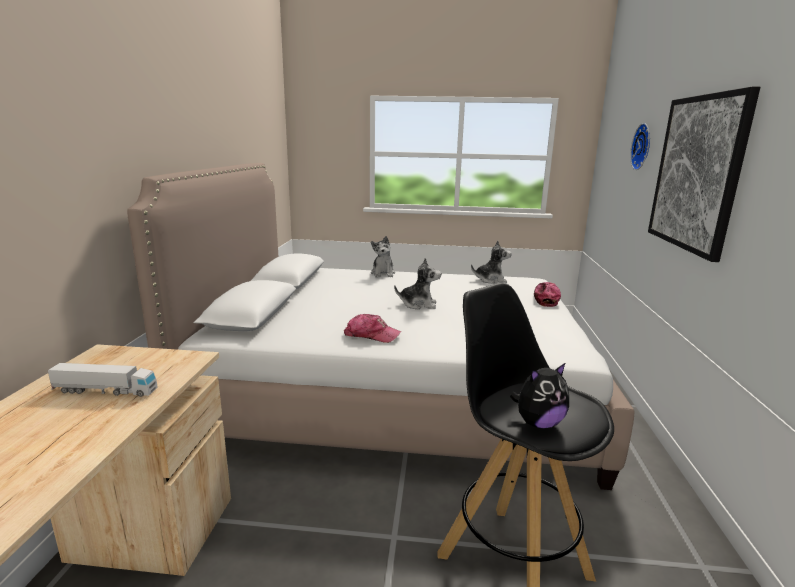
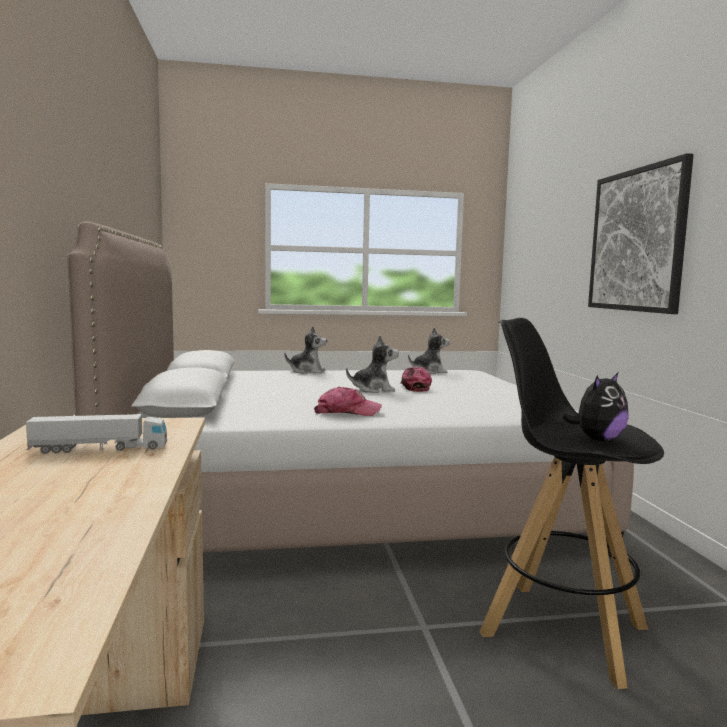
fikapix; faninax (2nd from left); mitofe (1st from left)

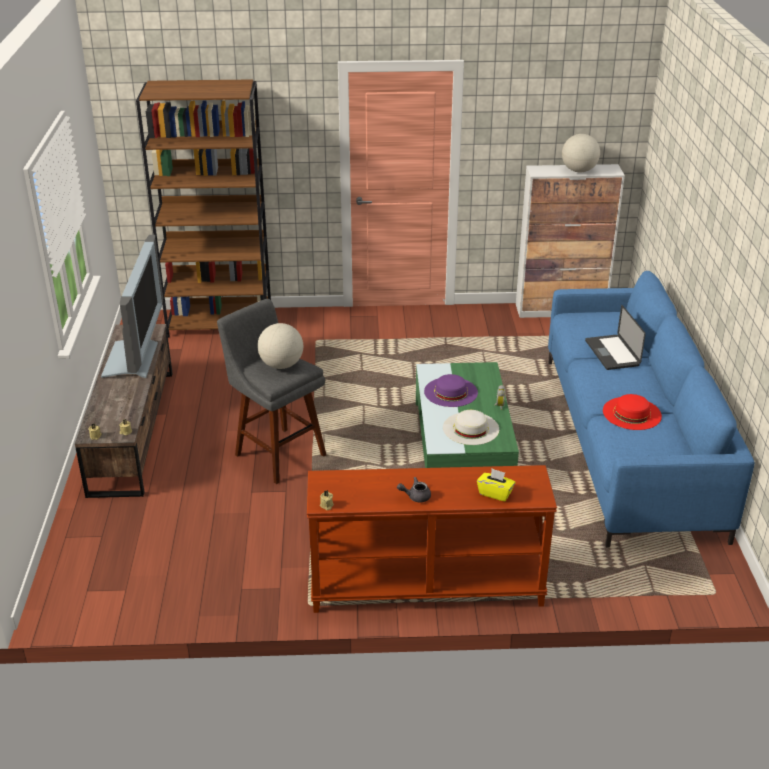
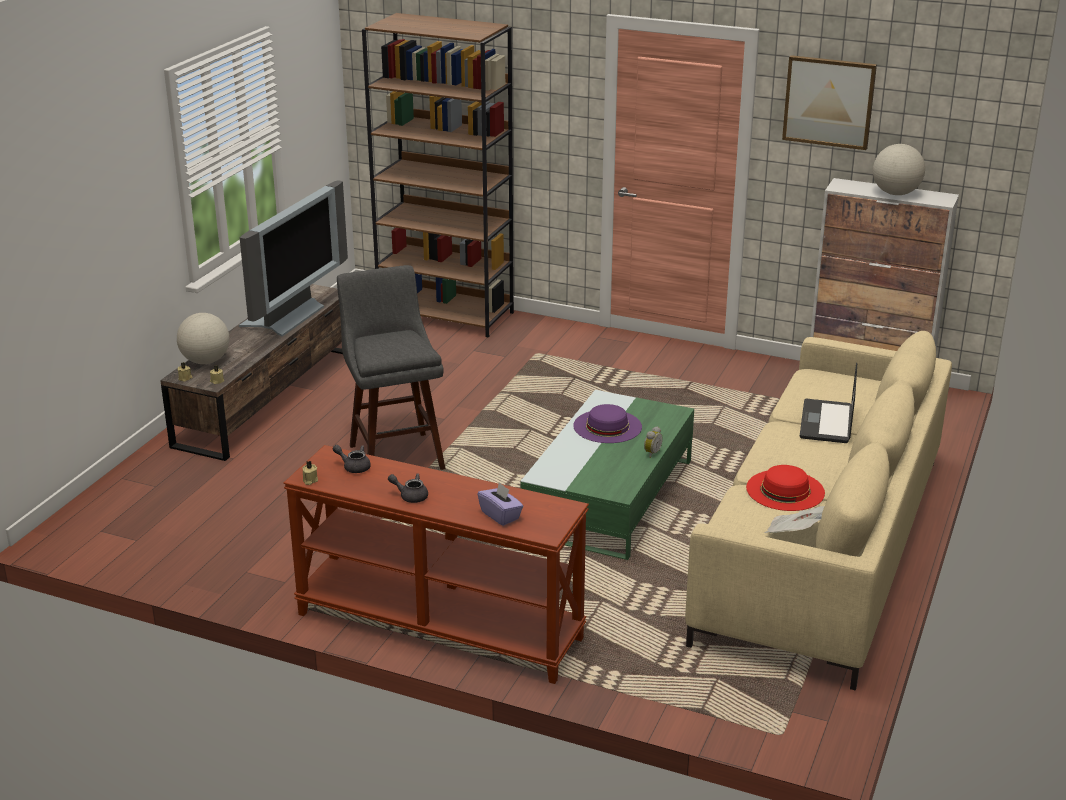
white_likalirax; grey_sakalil (1st from left); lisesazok; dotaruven; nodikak (1st from left); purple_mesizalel; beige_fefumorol

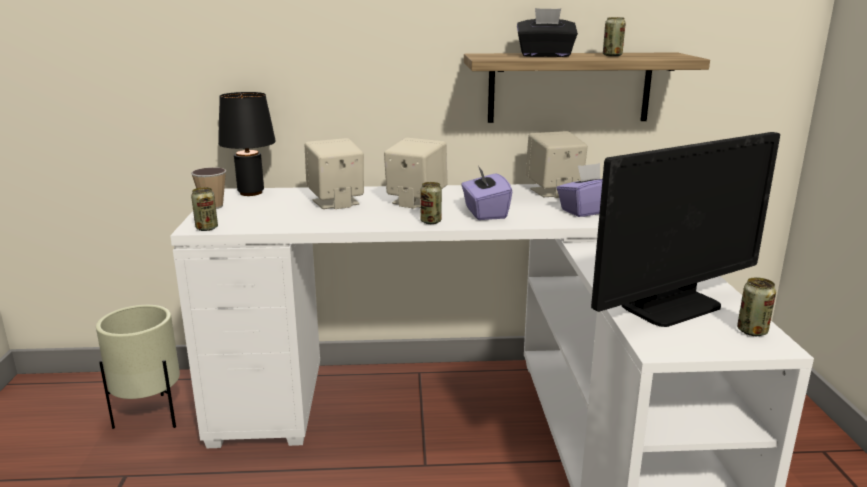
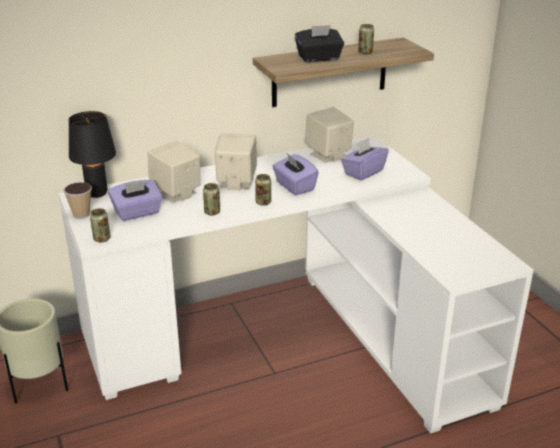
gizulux; purple_mesizalel (1st from left); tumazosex (2nd from left)

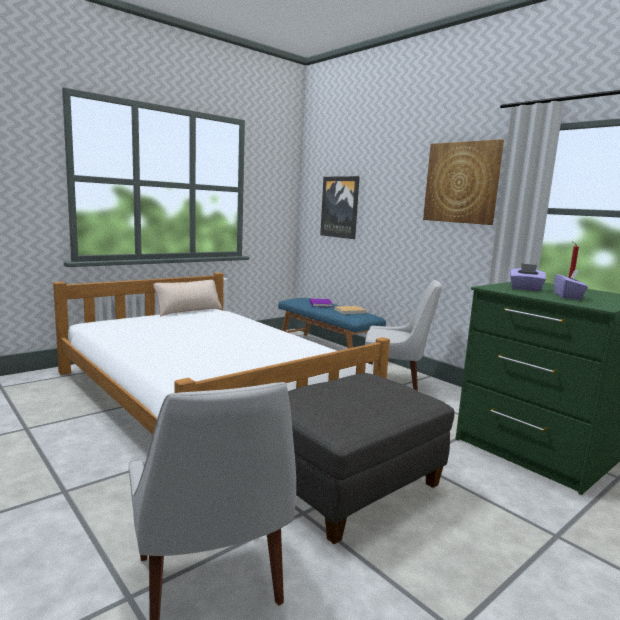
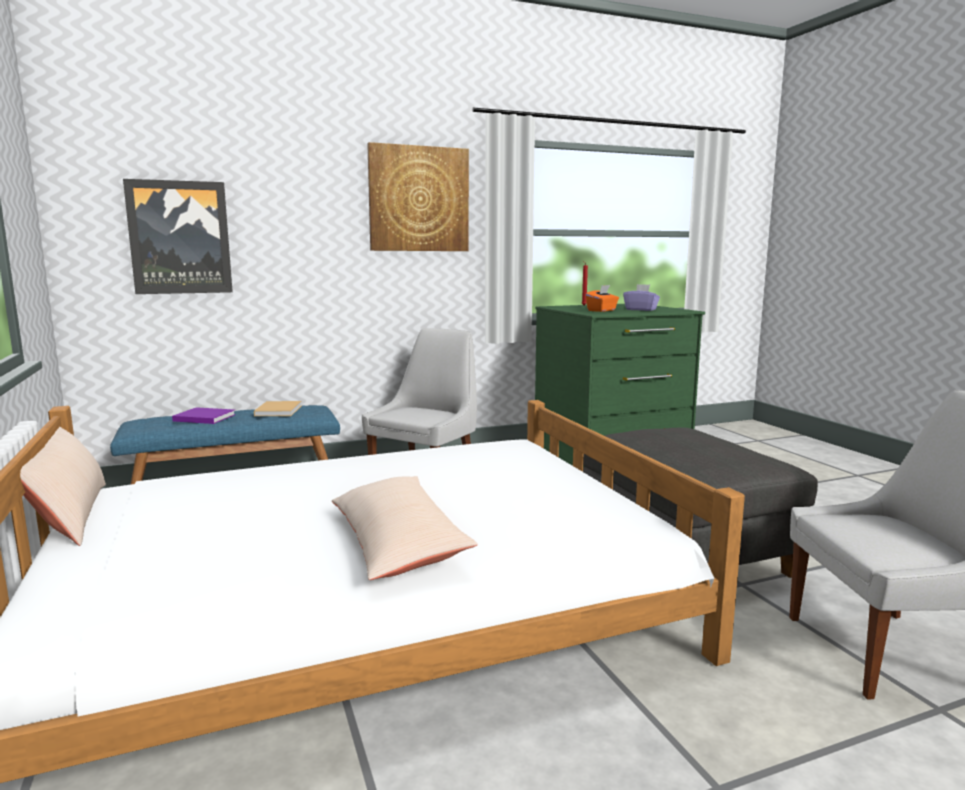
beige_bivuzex (2nd from left); orange_mesizalel

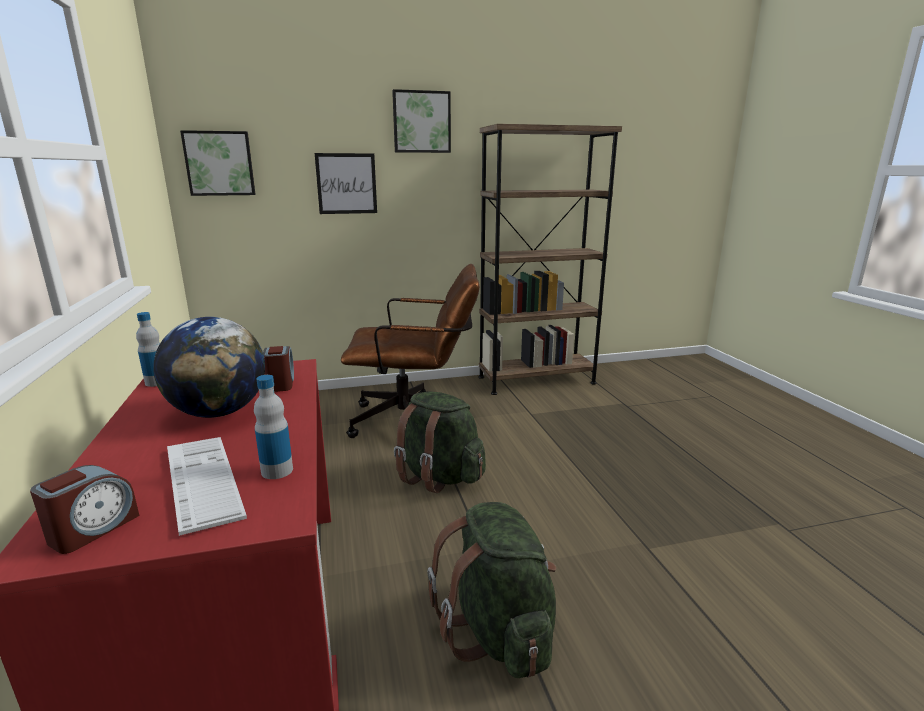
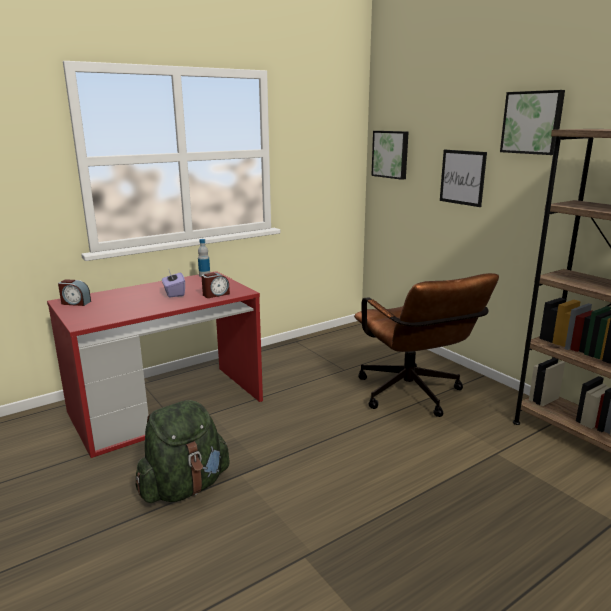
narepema; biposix (2nd from left in the first image); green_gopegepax (1st from left in the first image); purple_mesizalel

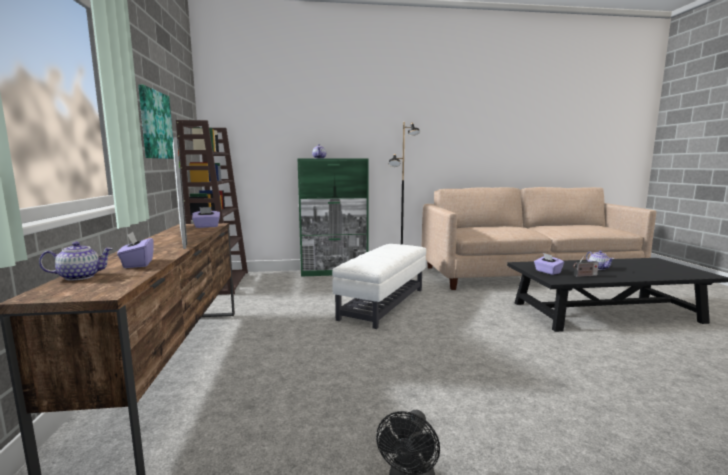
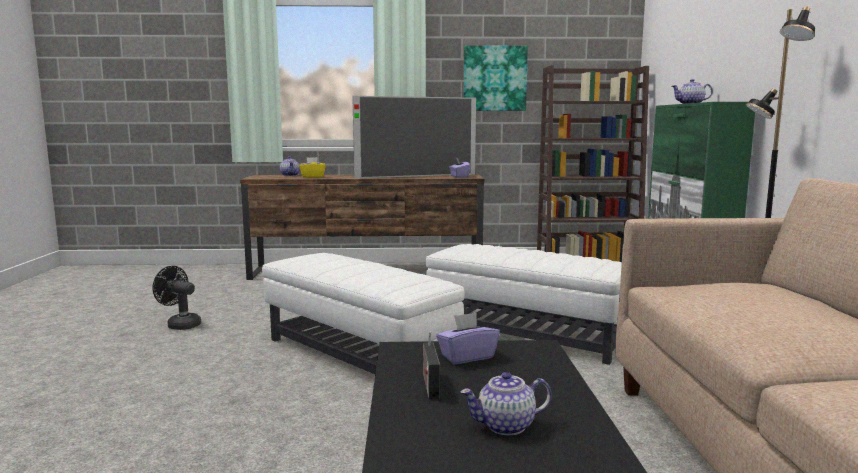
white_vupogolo (1st from left); yellow_mesizalel

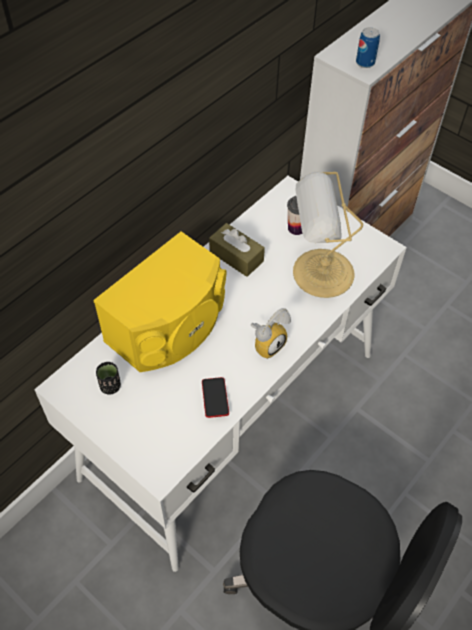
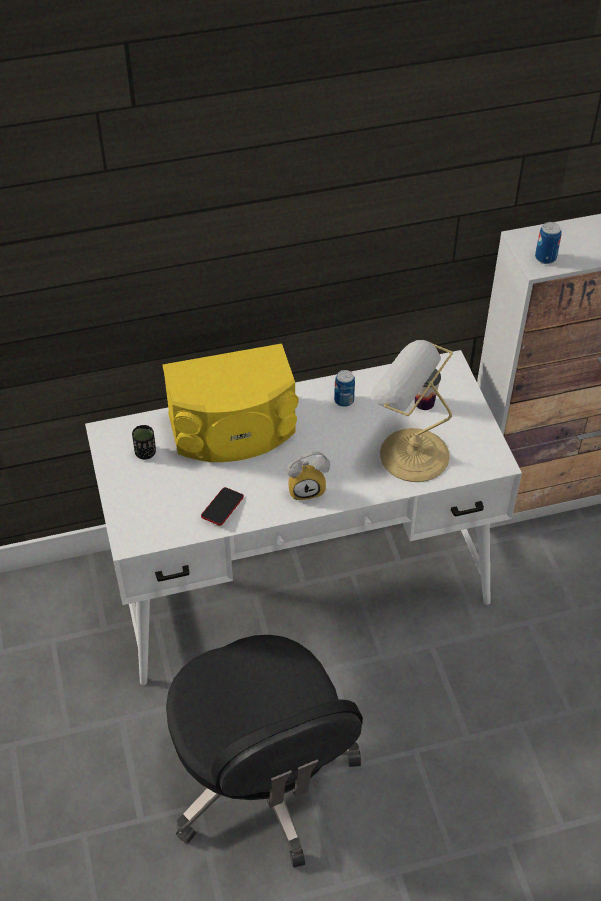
tumazosex (1st from left)

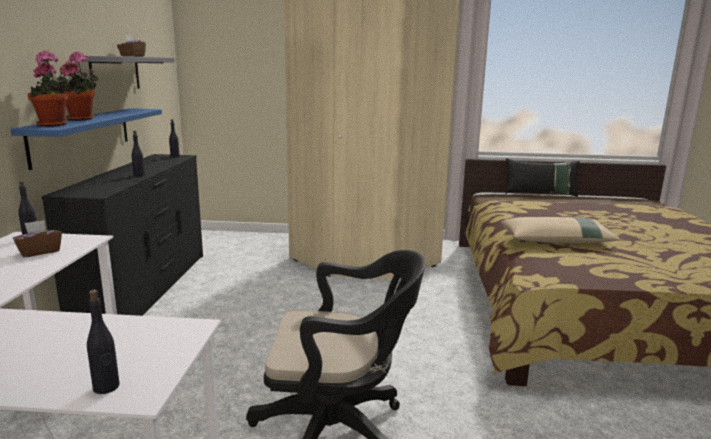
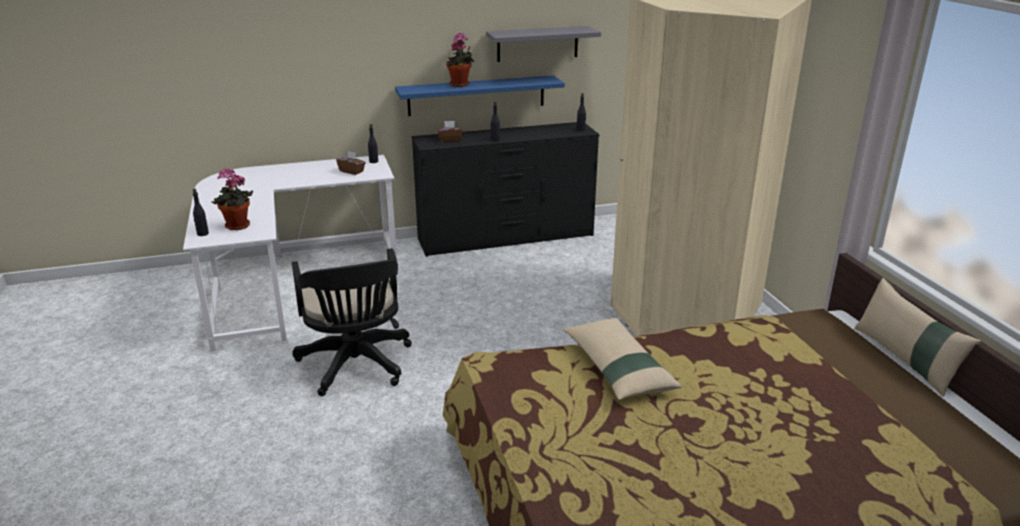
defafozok (1st from left); brown_mesizalel (2nd from left); beige_bivuzex (2nd from left)

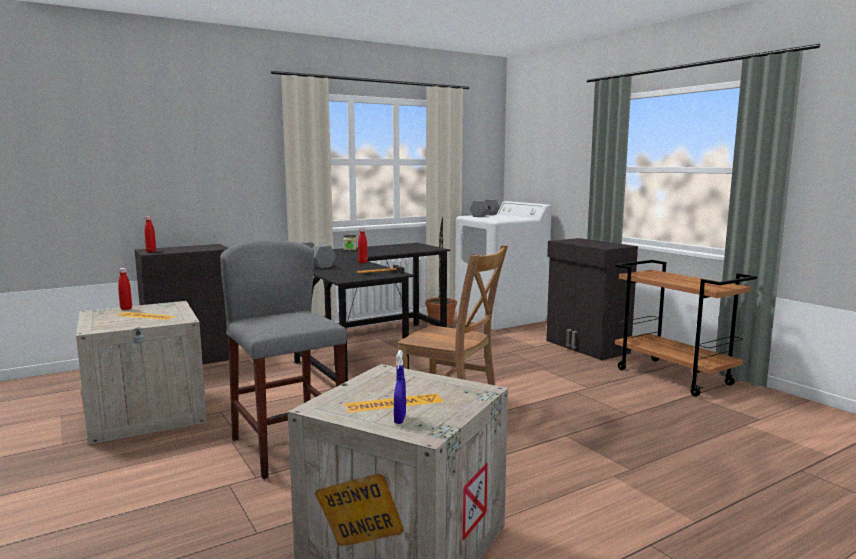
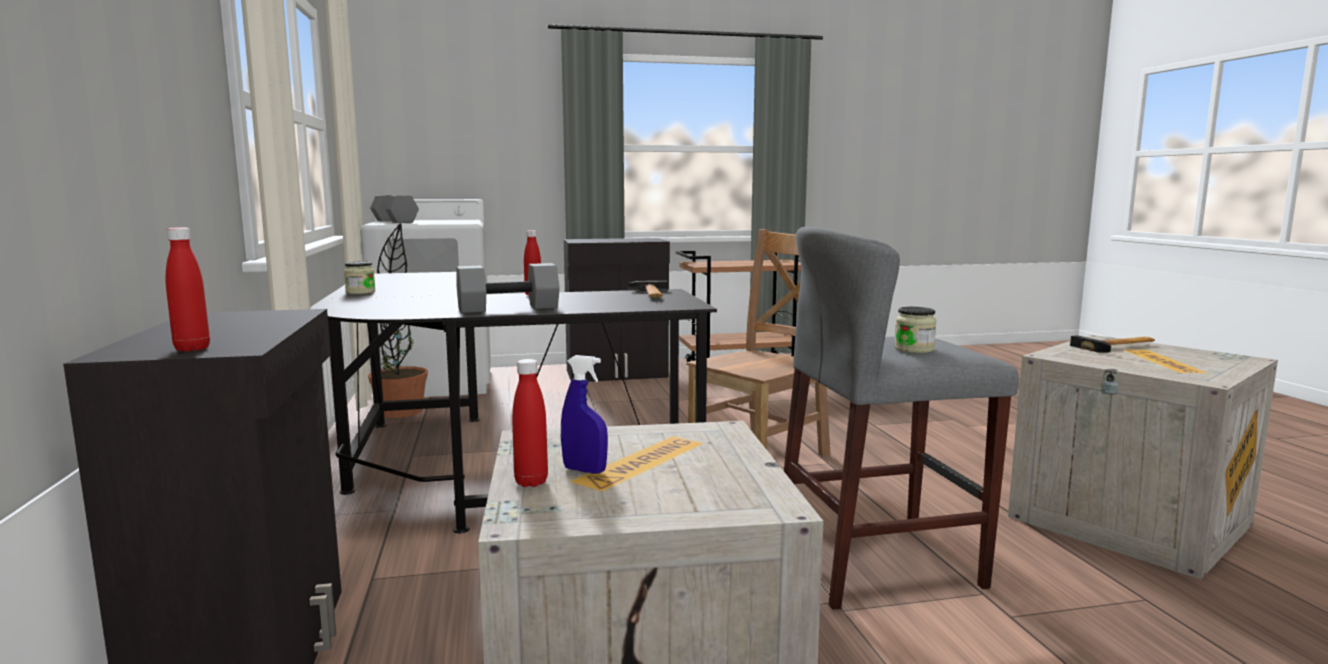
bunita (2nd from left); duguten (2nd from left); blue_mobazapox

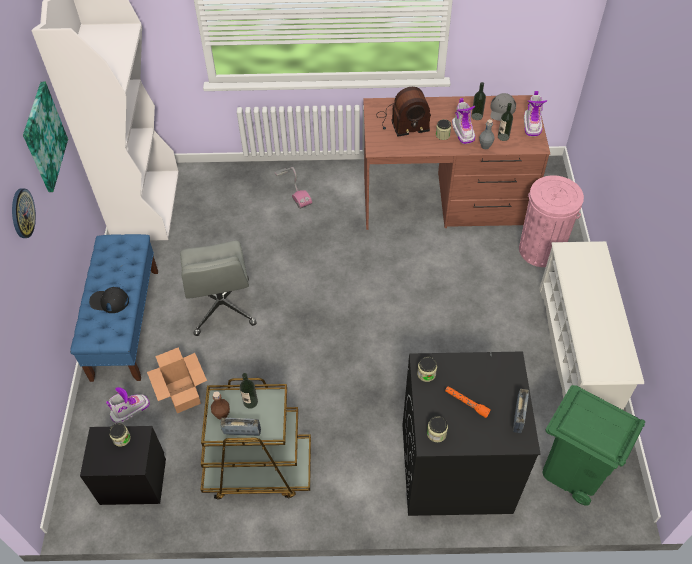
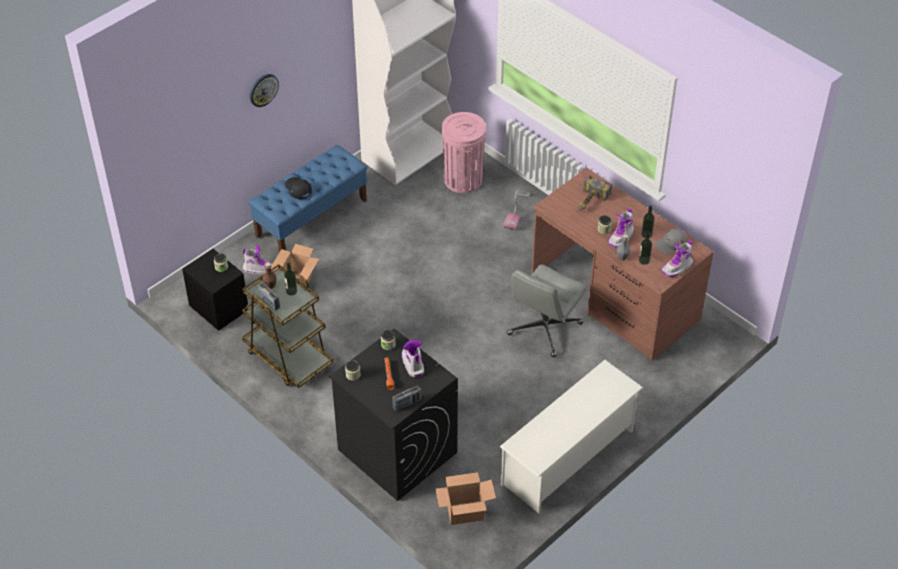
dotaruven; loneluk (2nd from left); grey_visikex; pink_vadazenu; duguten; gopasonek (2nd from left)

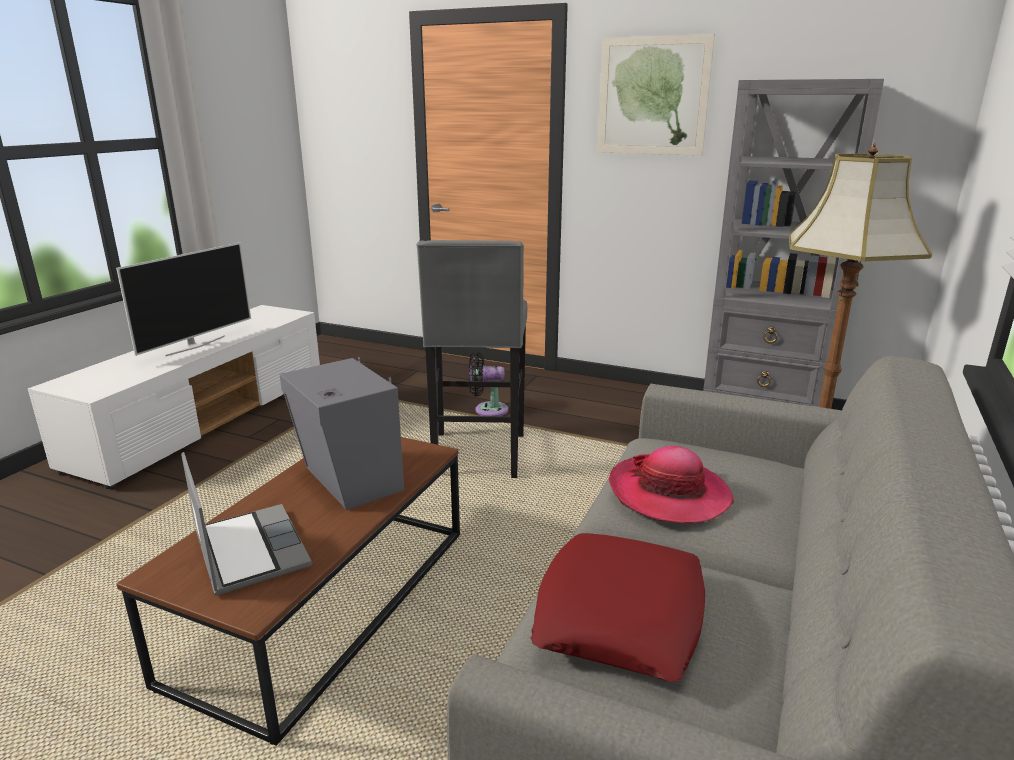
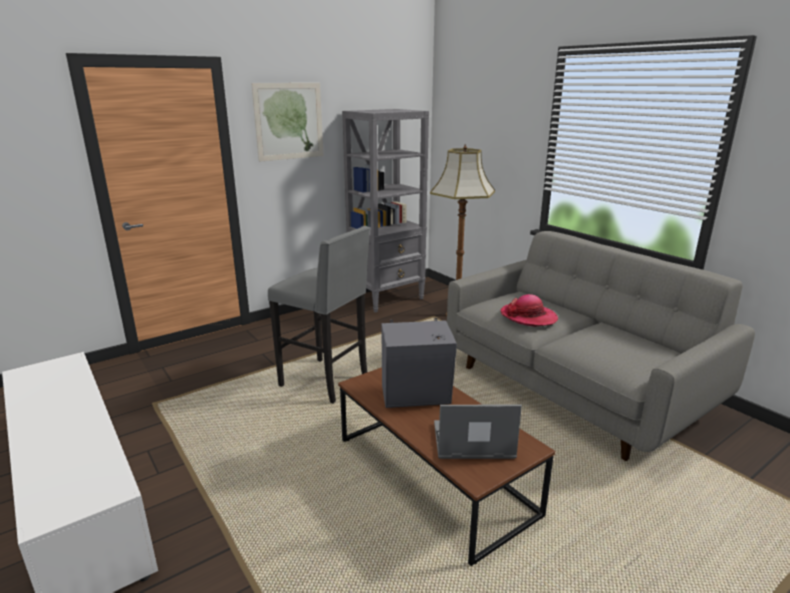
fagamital; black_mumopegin; red_bivuzex

